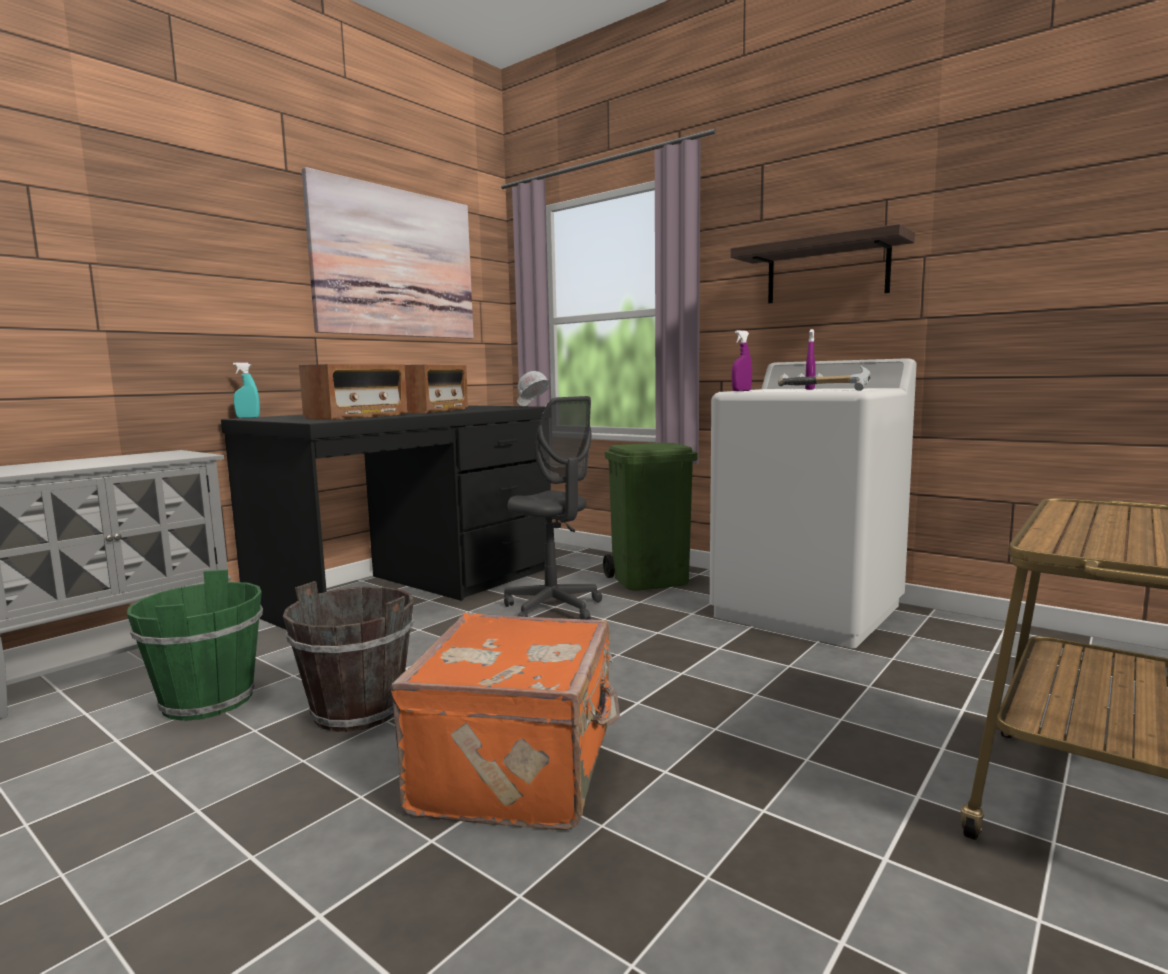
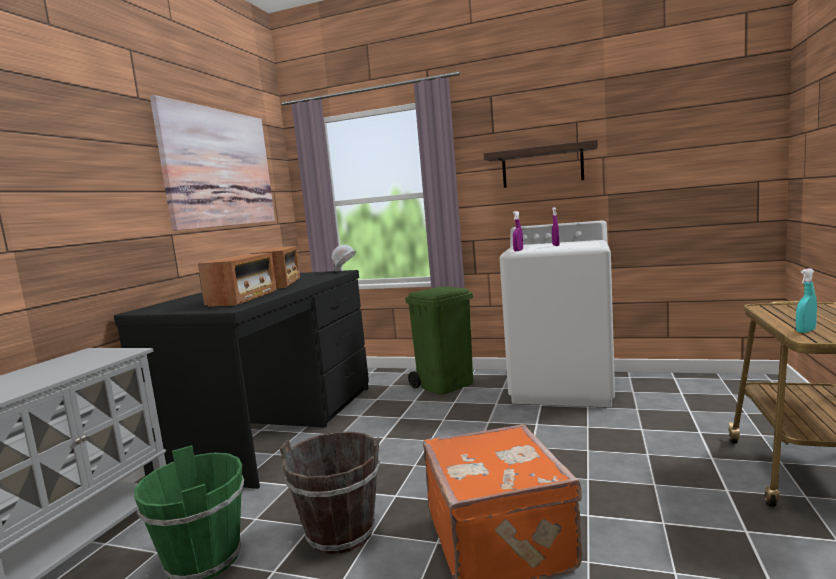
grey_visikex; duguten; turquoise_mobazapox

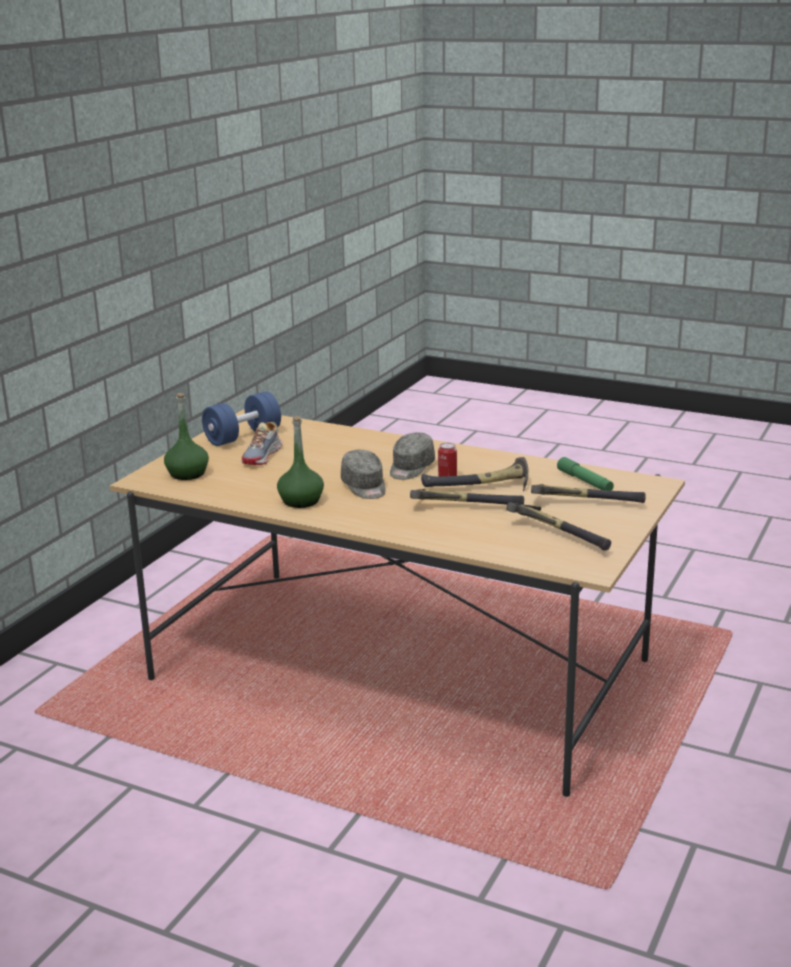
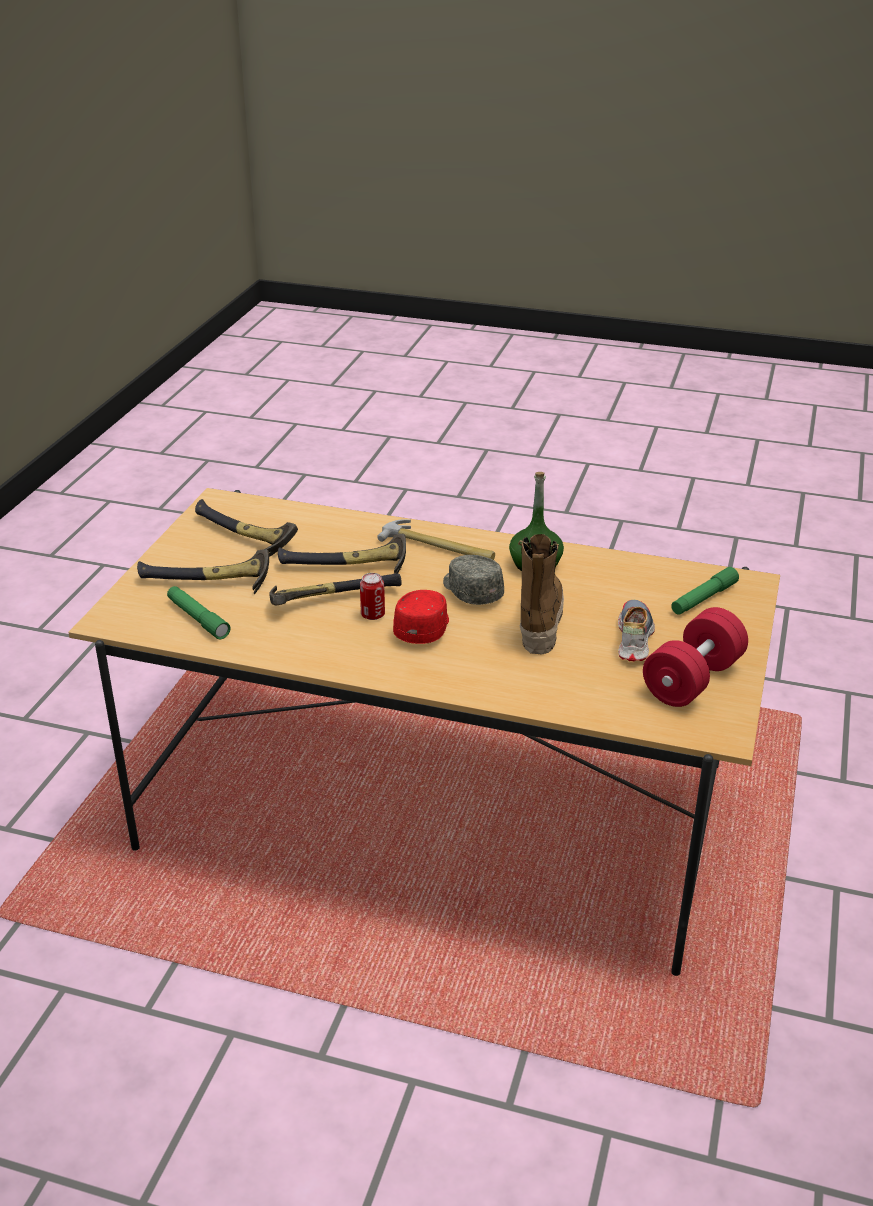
duguten (5th from left); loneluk; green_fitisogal (2nd from left); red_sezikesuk; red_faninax

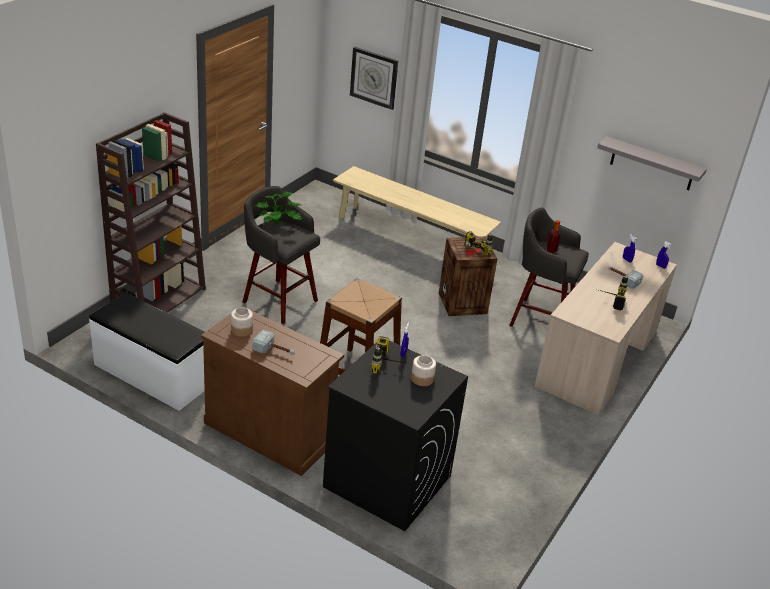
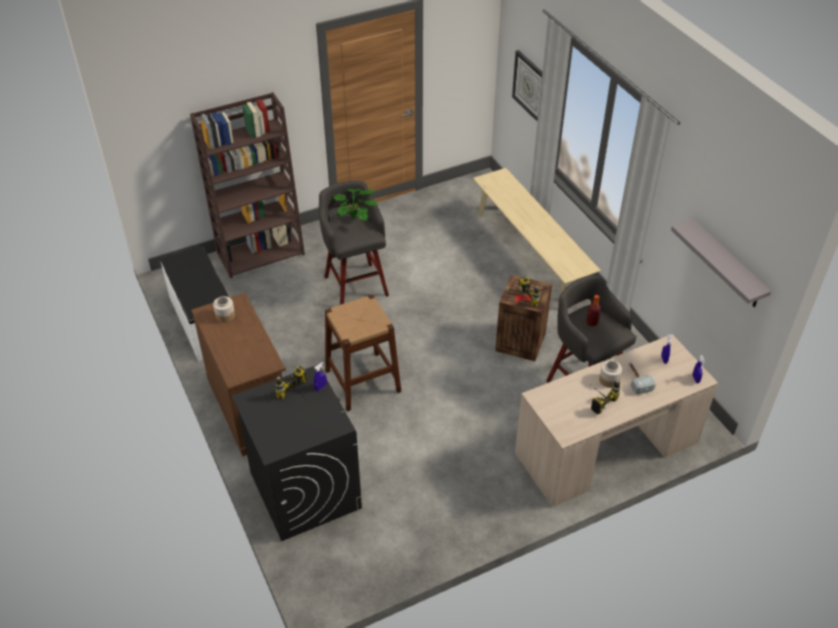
duguten (1st from left in the first image); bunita (2nd from left)

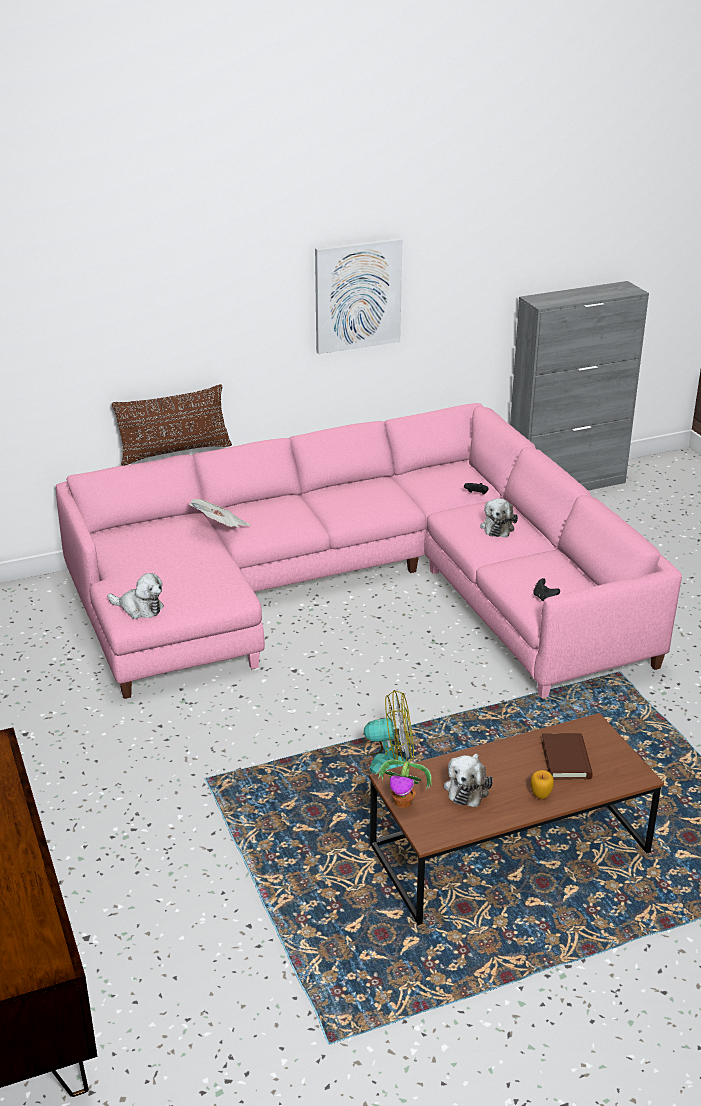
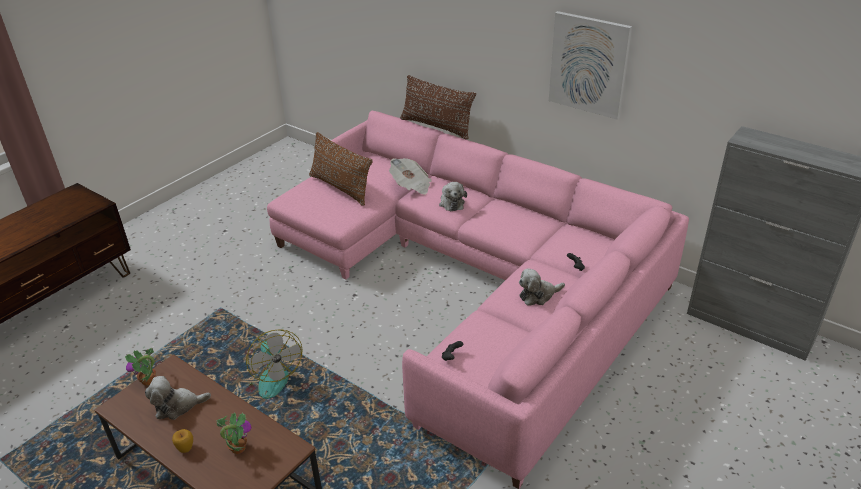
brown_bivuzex (1st from left); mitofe (2nd from left); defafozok (2nd from left)

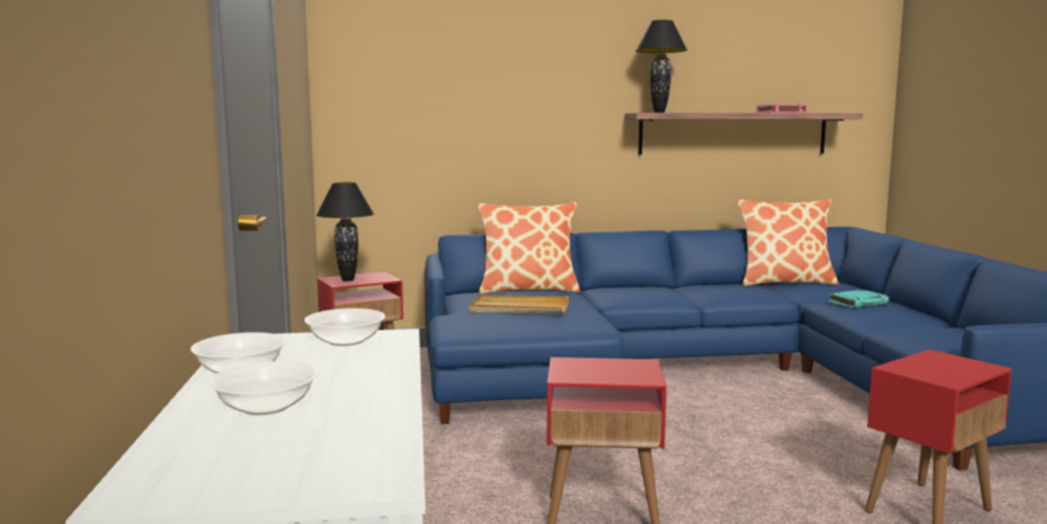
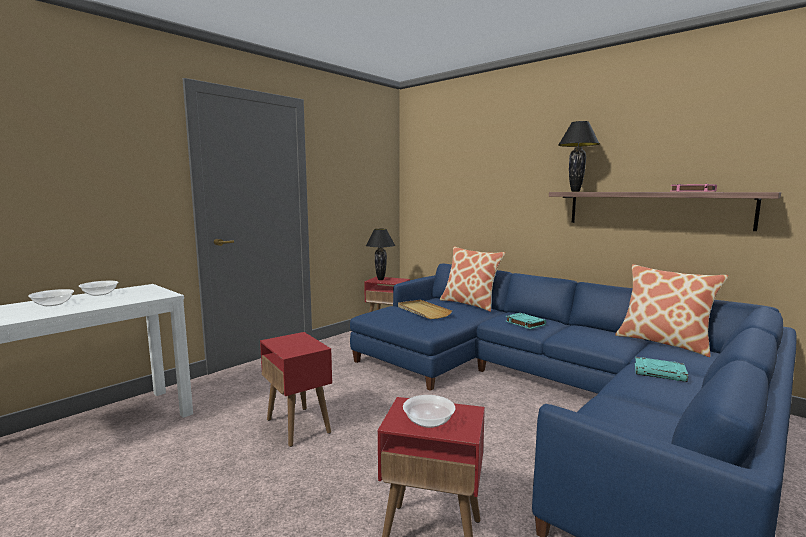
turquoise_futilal (1st from left); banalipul (3rd from left)

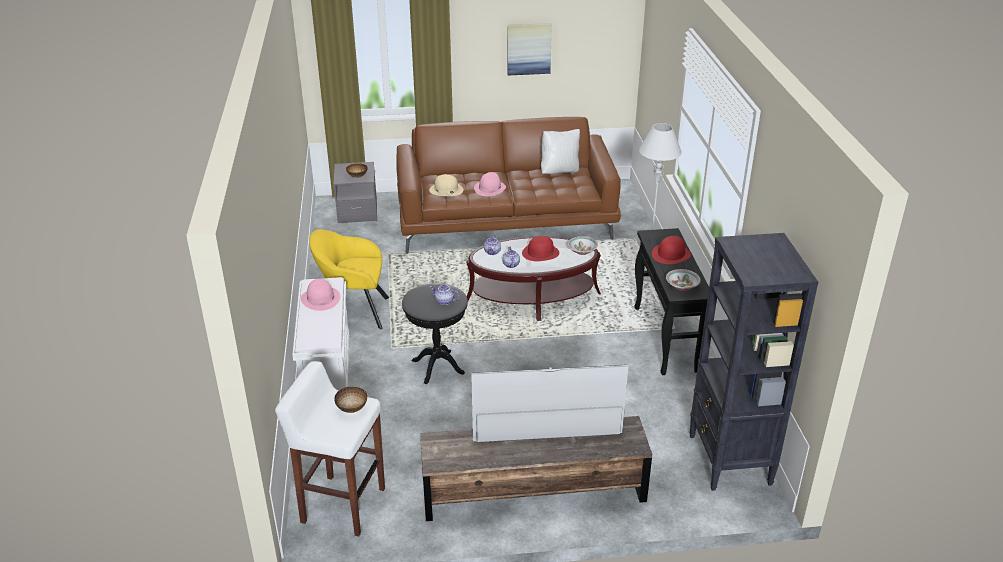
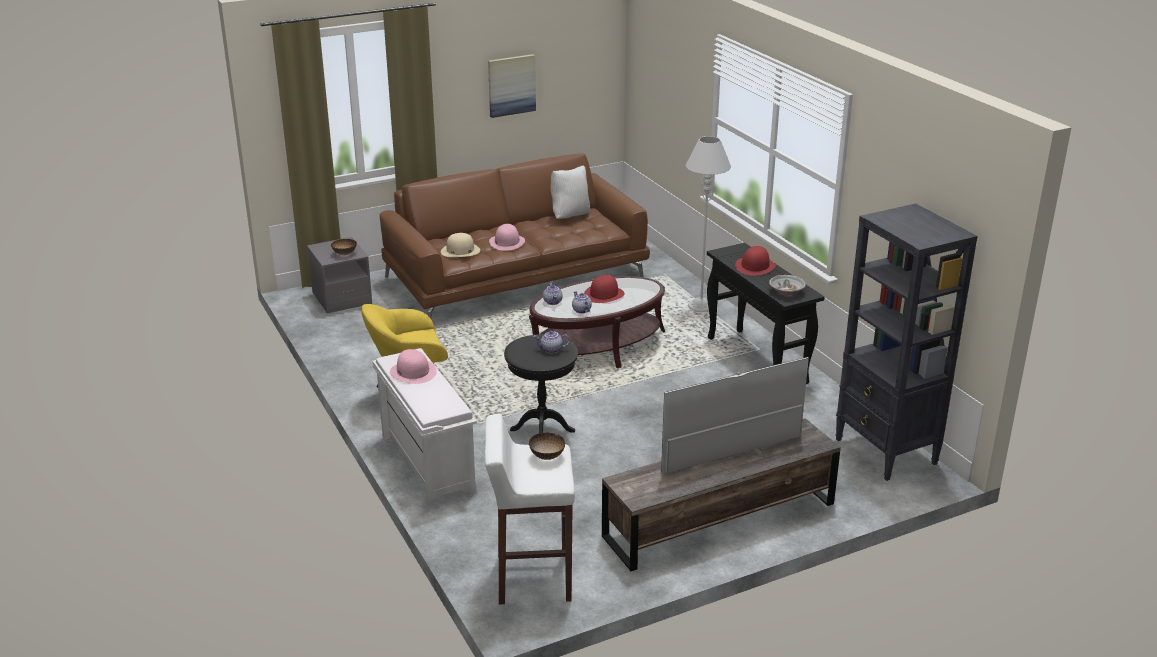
banalipul (3rd from left in the first image)

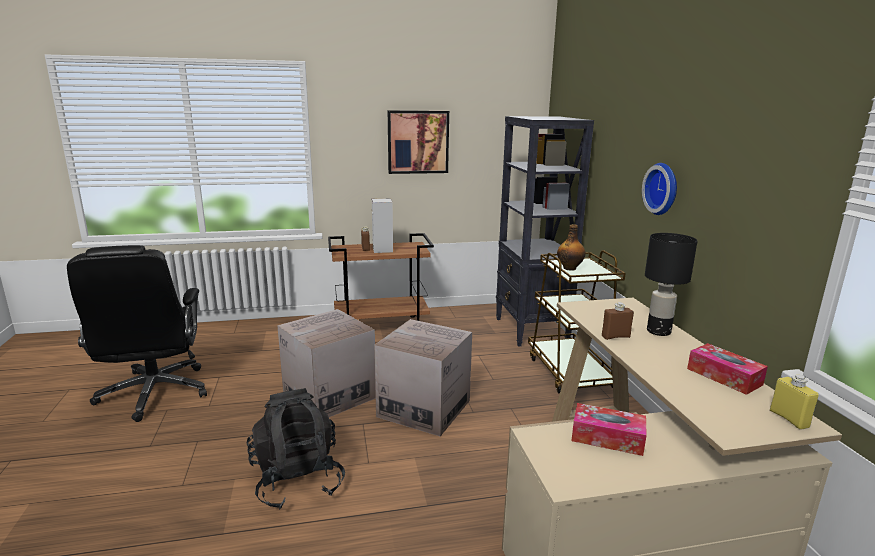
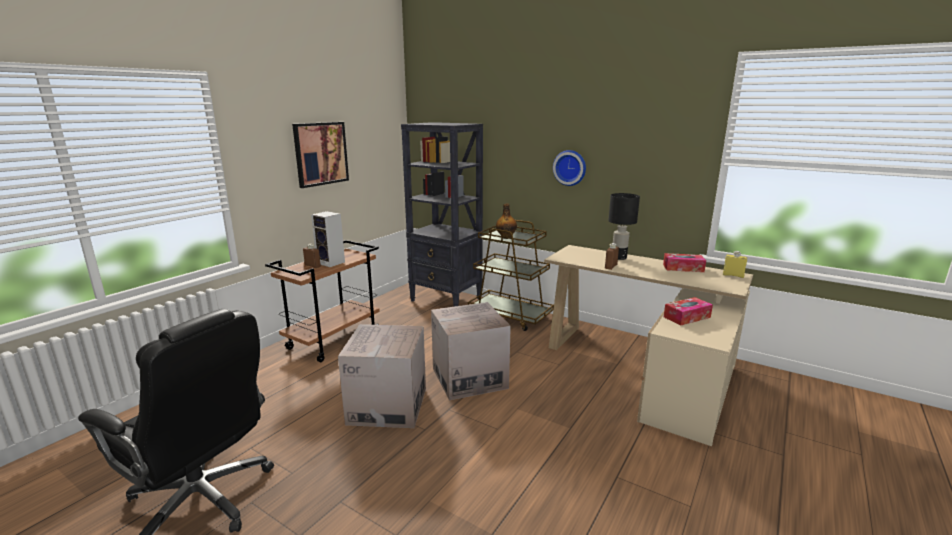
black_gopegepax

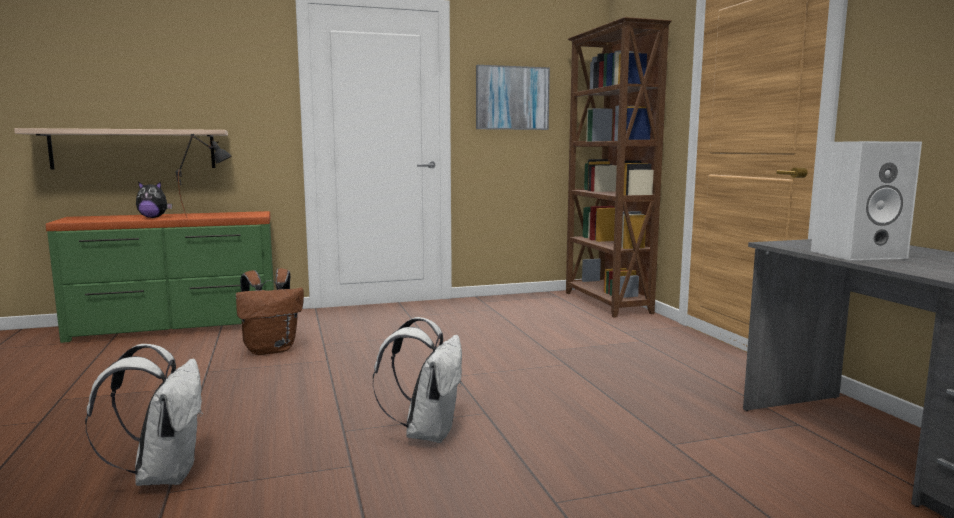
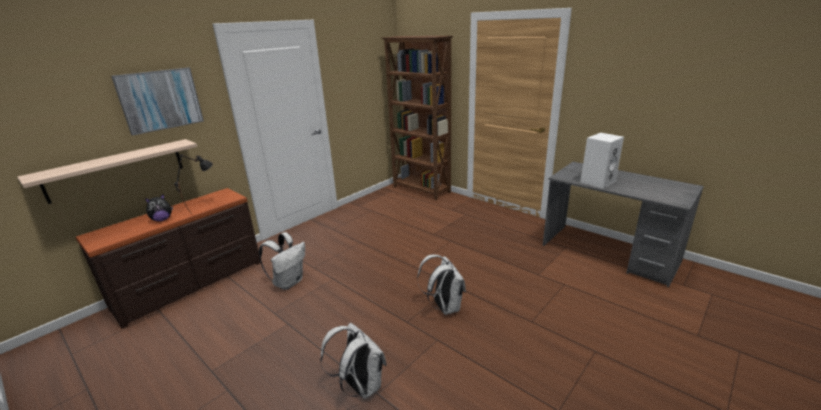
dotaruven; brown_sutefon; white_gopegepax (1st from left)

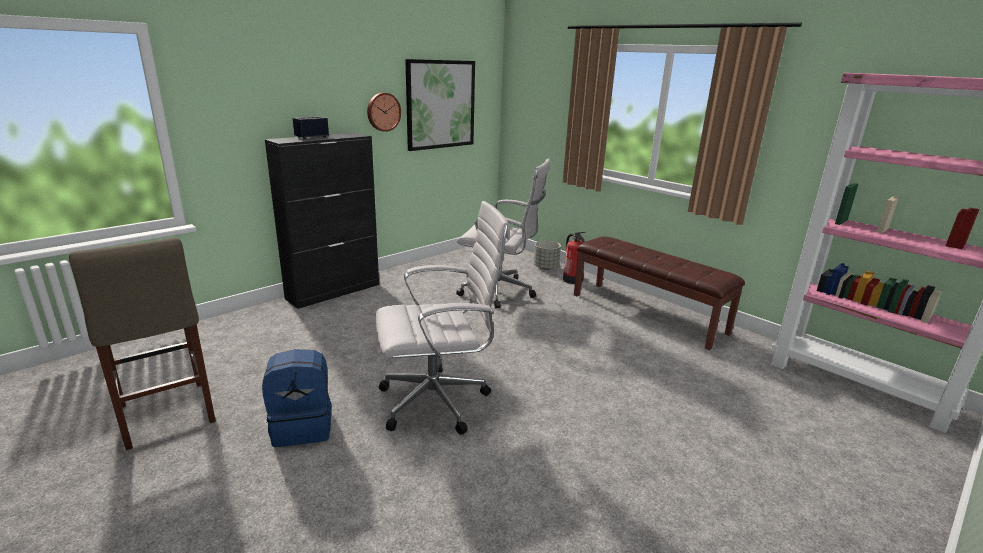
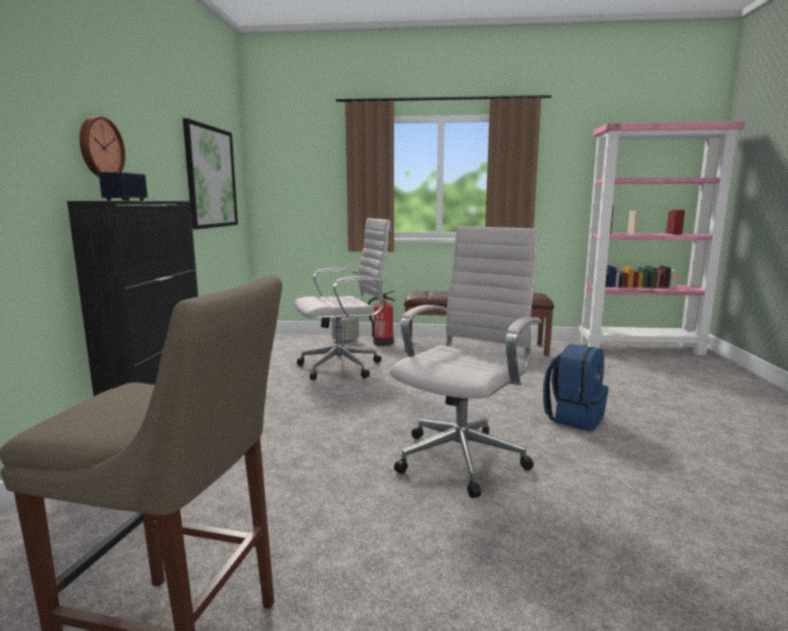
blue_gopegepax; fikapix

